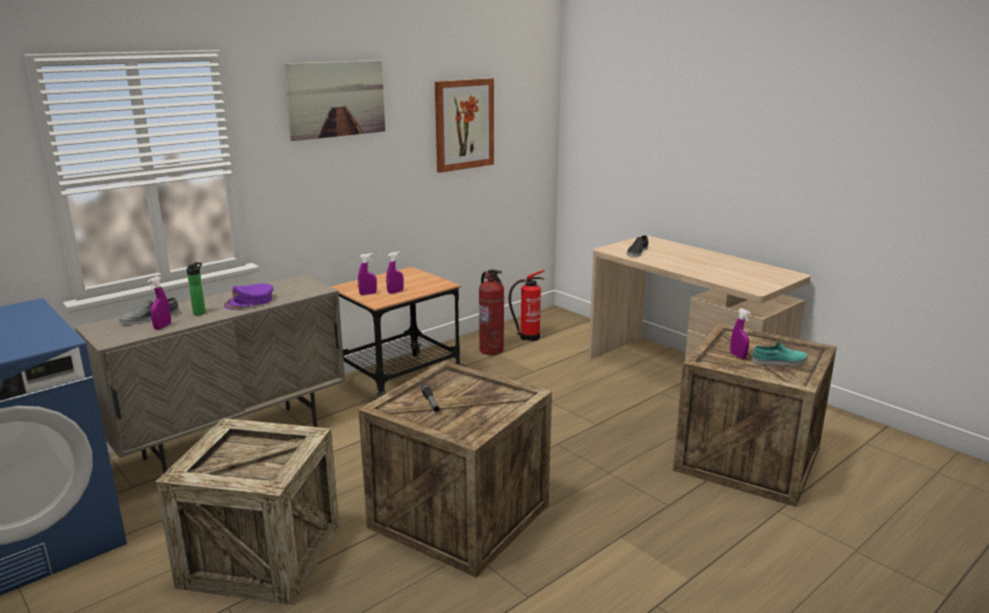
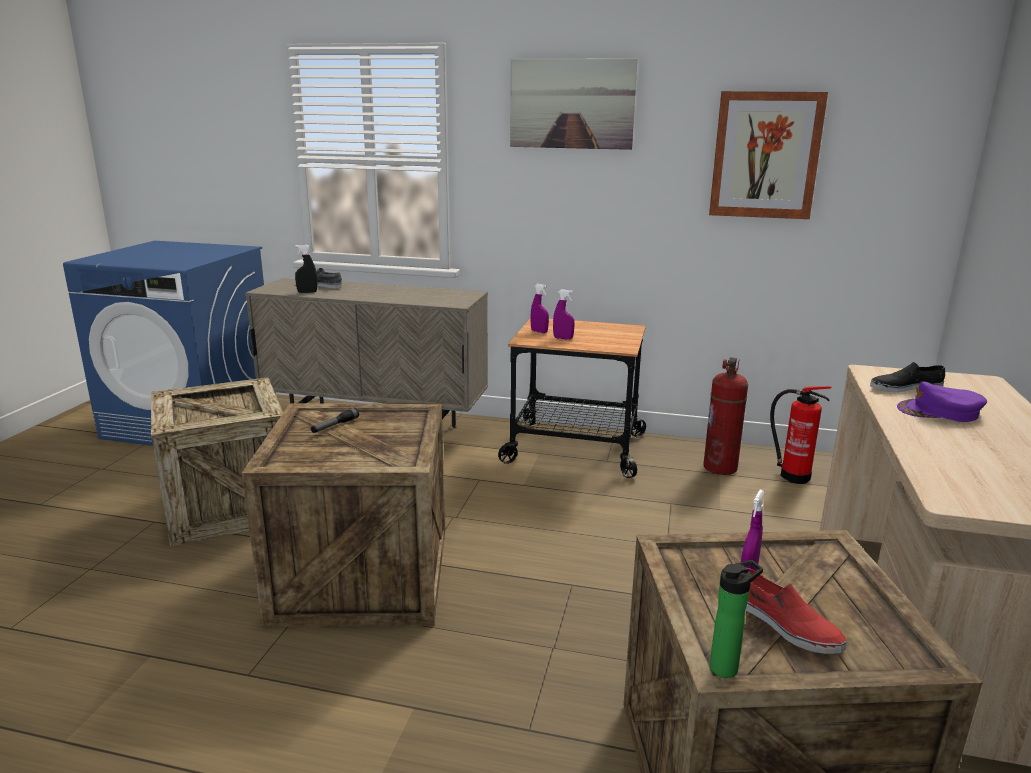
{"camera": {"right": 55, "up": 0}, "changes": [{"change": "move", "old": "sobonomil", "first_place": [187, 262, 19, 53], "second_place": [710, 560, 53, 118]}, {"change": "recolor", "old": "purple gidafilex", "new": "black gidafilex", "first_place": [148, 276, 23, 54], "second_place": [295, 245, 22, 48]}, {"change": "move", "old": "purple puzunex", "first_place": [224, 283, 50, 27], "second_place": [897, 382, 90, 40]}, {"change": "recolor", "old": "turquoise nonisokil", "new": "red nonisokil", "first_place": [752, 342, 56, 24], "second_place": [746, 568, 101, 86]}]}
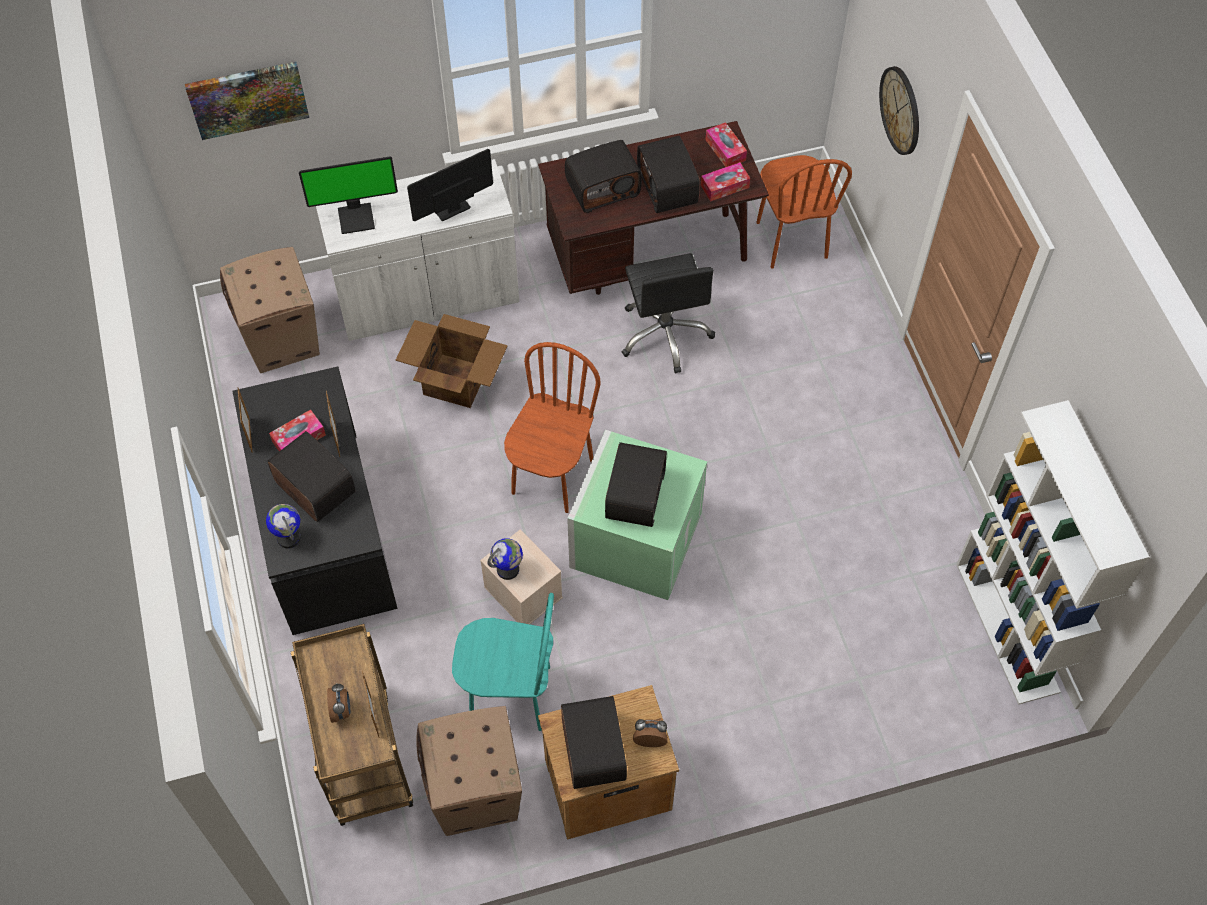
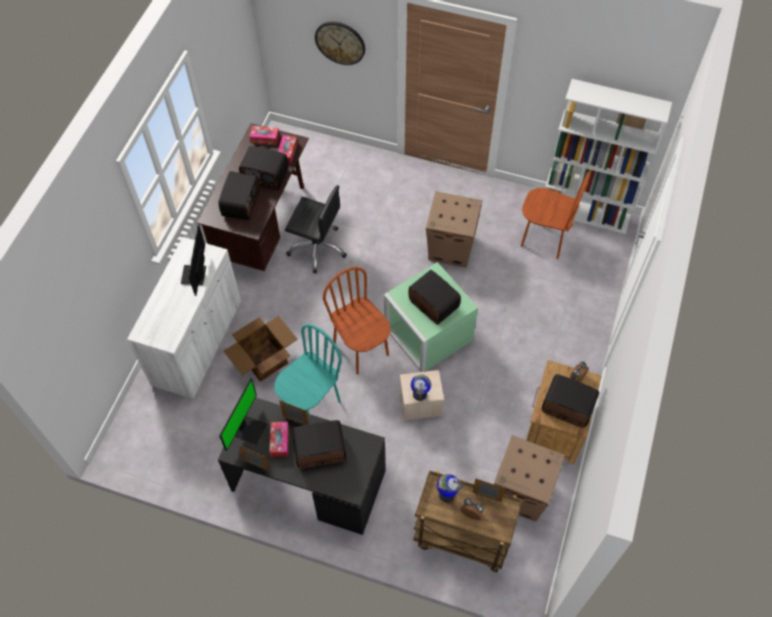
{"camera": {"right": -55, "up": 0}, "changes": [{"change": "delete", "old": "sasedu", "first_place": [185, 62, 124, 78]}, {"change": "move", "old": "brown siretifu", "first_place": [756, 155, 96, 114], "second_place": [521, 172, 69, 87]}, {"change": "move", "old": "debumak", "first_place": [299, 156, 99, 78], "second_place": [220, 379, 47, 72]}, {"change": "move", "old": "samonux", "first_place": [220, 247, 100, 126], "second_place": [426, 191, 56, 76]}, {"change": "move", "old": "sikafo", "first_place": [266, 504, 35, 44], "second_place": [437, 474, 26, 28]}, {"change": "move", "old": "turquoise siretifu", "first_place": [452, 593, 102, 138], "second_place": [274, 324, 68, 90]}]}
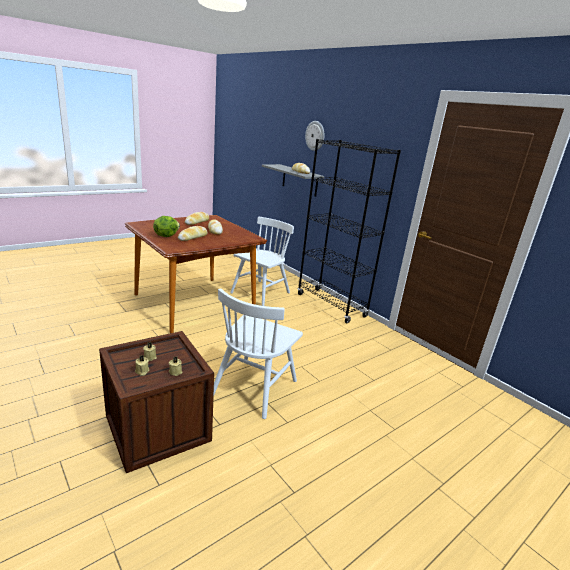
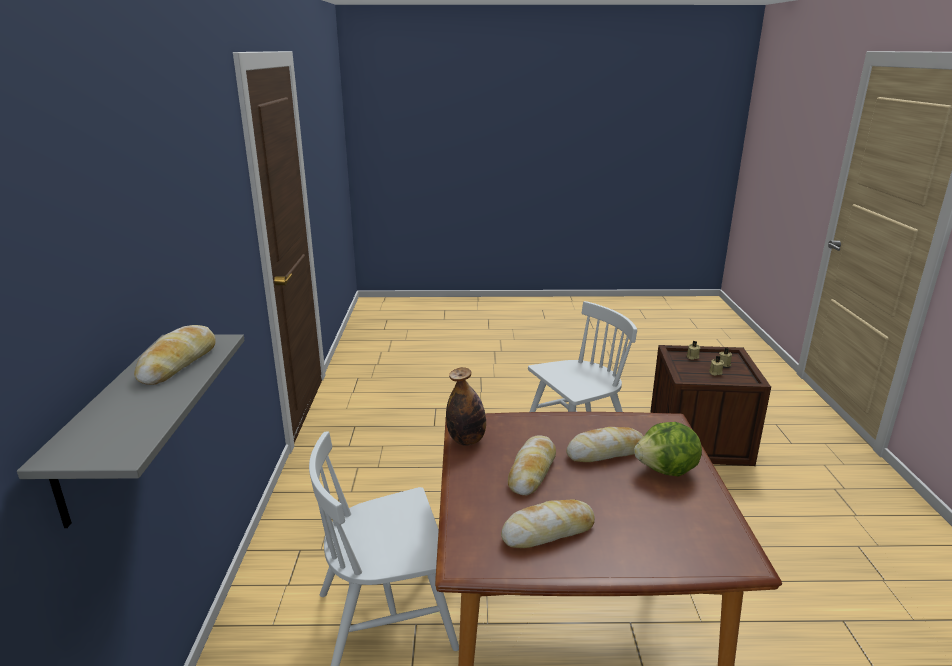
{"camera": {"right": -140, "up": 0}, "changes": [{"change": "delete", "old": "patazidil", "first_place": [305, 121, 19, 30]}, {"change": "delete", "old": "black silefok", "first_place": [298, 139, 103, 184]}, {"change": "insert", "new": "sobonomil", "second_place": [446, 367, 40, 79]}]}
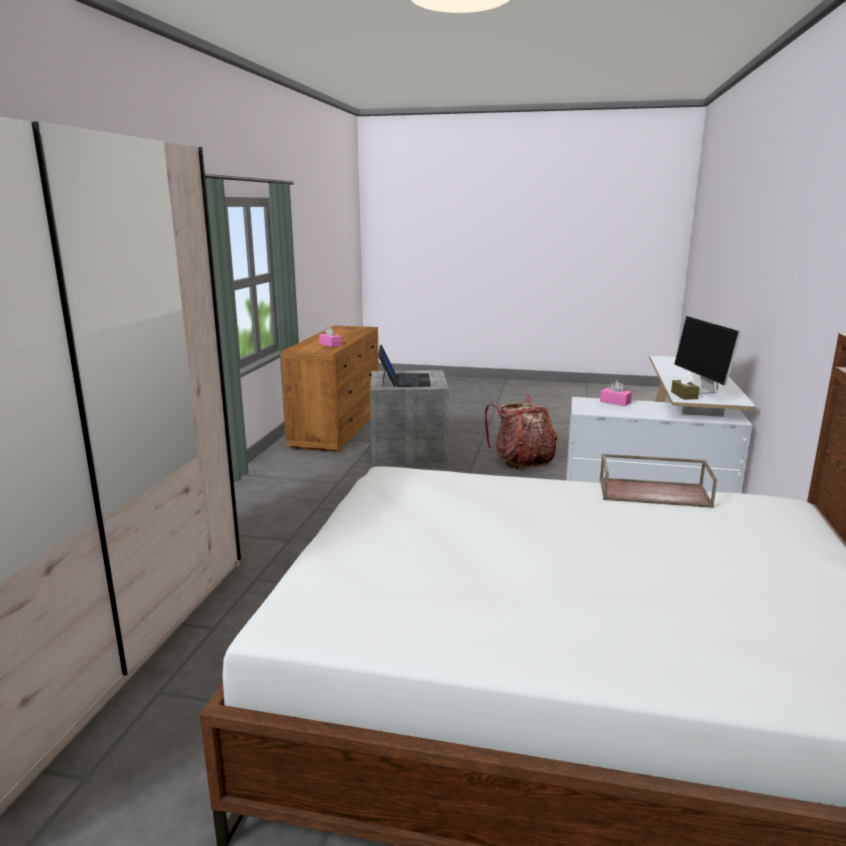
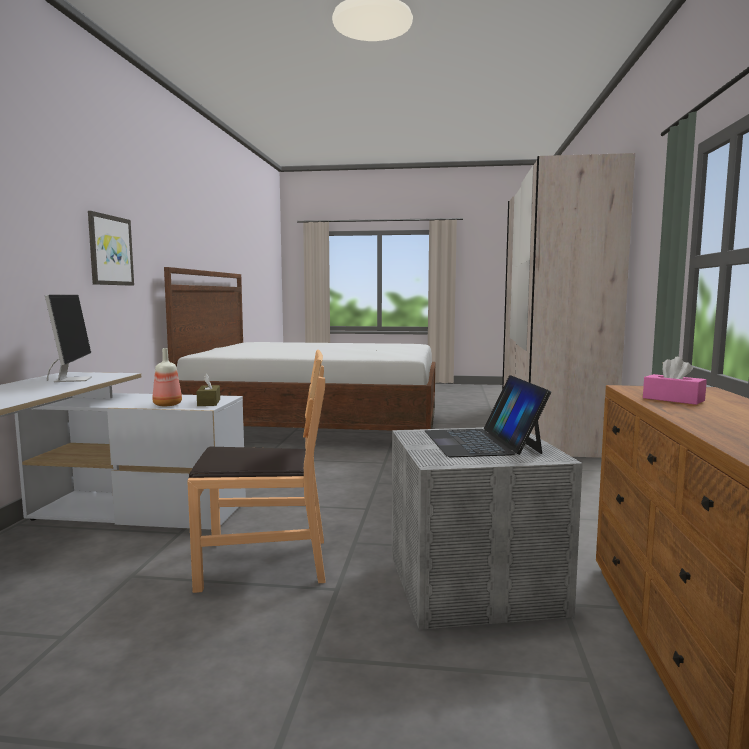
{"camera": {"right": 175, "up": -10}, "changes": [{"change": "move", "old": "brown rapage", "first_place": [671, 372, 28, 28], "second_place": [196, 374, 24, 32]}, {"change": "replace", "old": "pink rapage", "new": "sobonomil", "first_place": [600, 380, 32, 26], "second_place": [152, 348, 30, 58]}, {"change": "replace", "old": "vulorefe", "new": "brown siretifu", "first_place": [485, 395, 72, 75], "second_place": [187, 350, 138, 243]}, {"change": "delete", "old": "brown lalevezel", "first_place": [599, 454, 118, 54]}, {"change": "insert", "new": "sasedu", "second_place": [88, 211, 46, 75]}]}
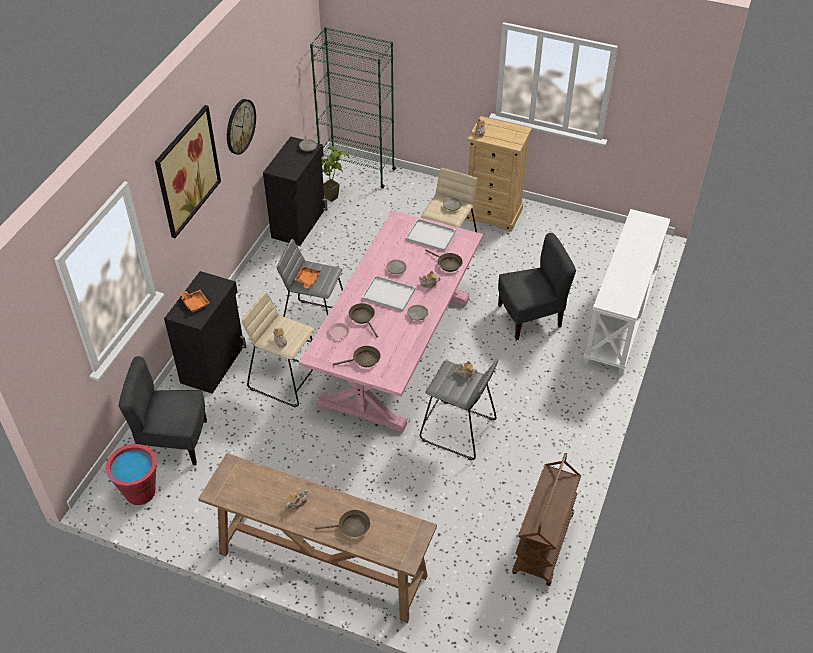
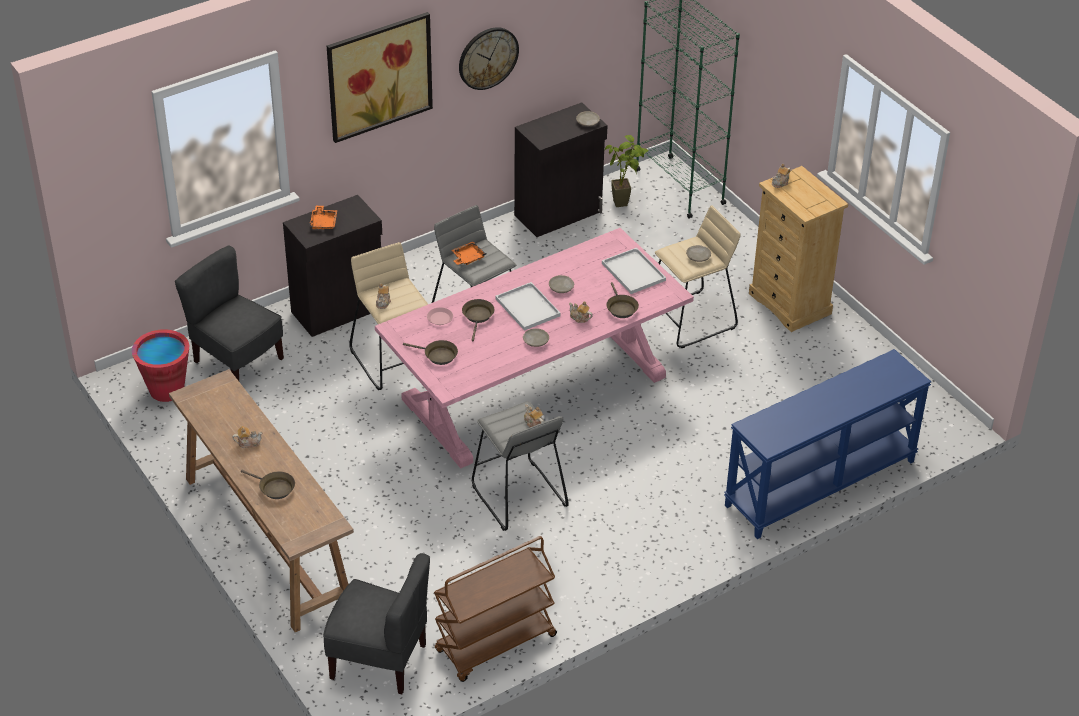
{"camera": {"right": 35, "up": -5}, "changes": [{"change": "recolor", "old": "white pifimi", "new": "blue pifimi", "first_place": [583, 209, 87, 166], "second_place": [724, 349, 207, 190]}, {"change": "move", "old": "grey siretifu", "first_place": [498, 233, 78, 107], "second_place": [323, 553, 107, 141]}]}
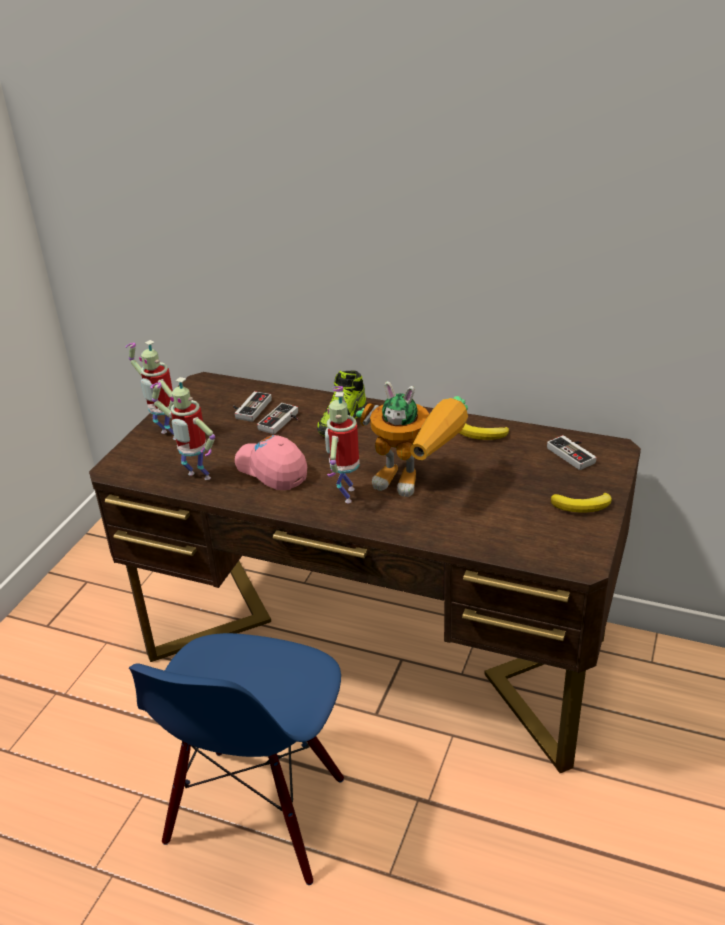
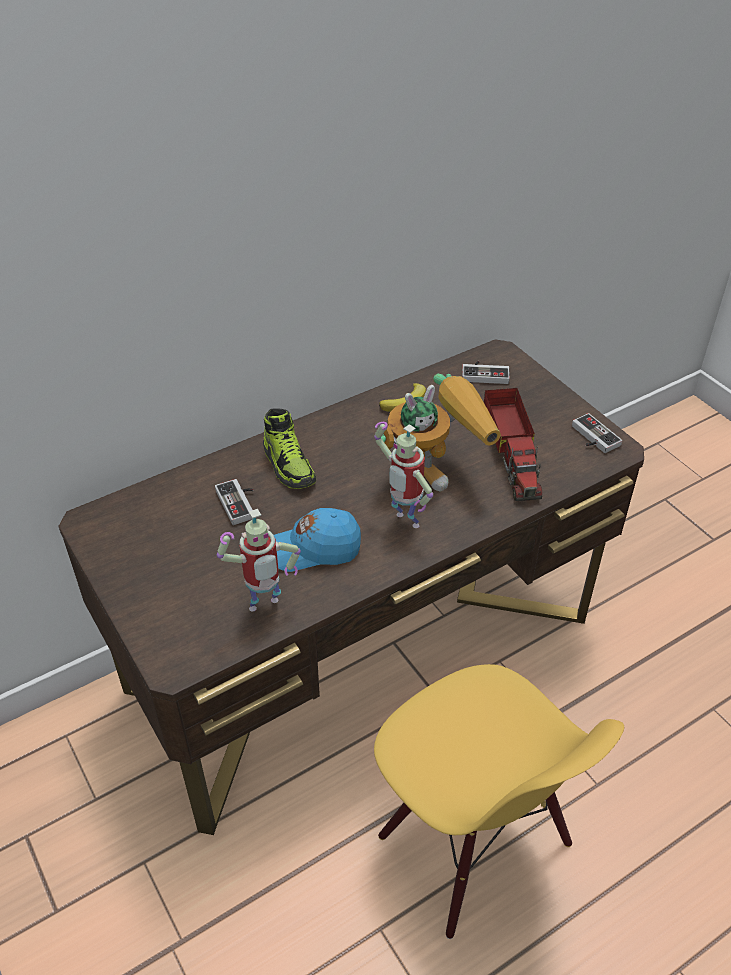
{"camera": {"right": -55, "up": 10}, "changes": [{"change": "delete", "old": "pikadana", "first_place": [125, 340, 51, 100]}, {"change": "move", "old": "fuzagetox", "first_place": [233, 391, 39, 31], "second_place": [572, 413, 50, 40]}, {"change": "recolor", "old": "pink puzunex", "new": "blue puzunex", "first_place": [235, 435, 72, 55], "second_place": [274, 508, 87, 64]}, {"change": "delete", "old": "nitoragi", "first_place": [551, 493, 61, 20]}, {"change": "recolor", "old": "blue siretifu", "new": "yellow siretifu", "first_place": [129, 633, 215, 252], "second_place": [374, 664, 250, 275]}, {"change": "insert", "new": "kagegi", "second_place": [484, 388, 58, 113]}]}
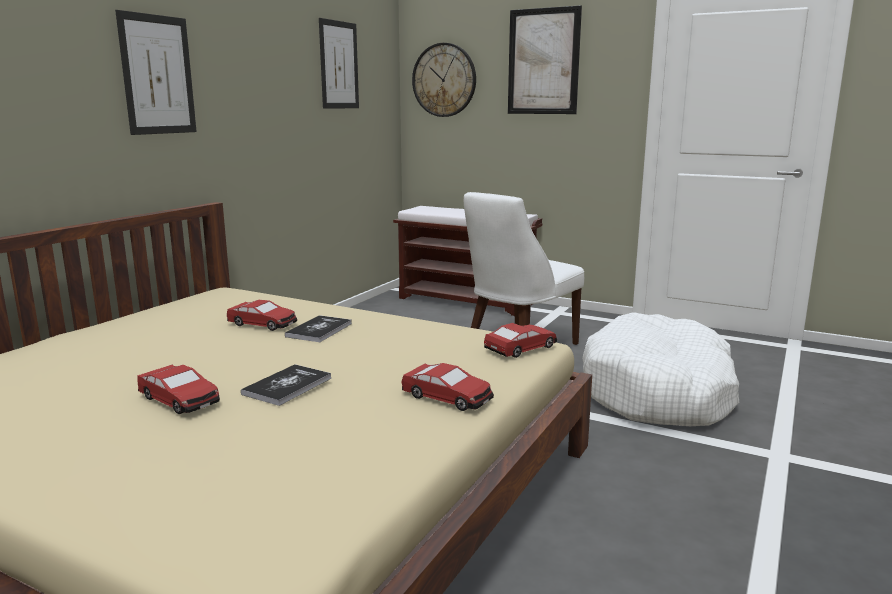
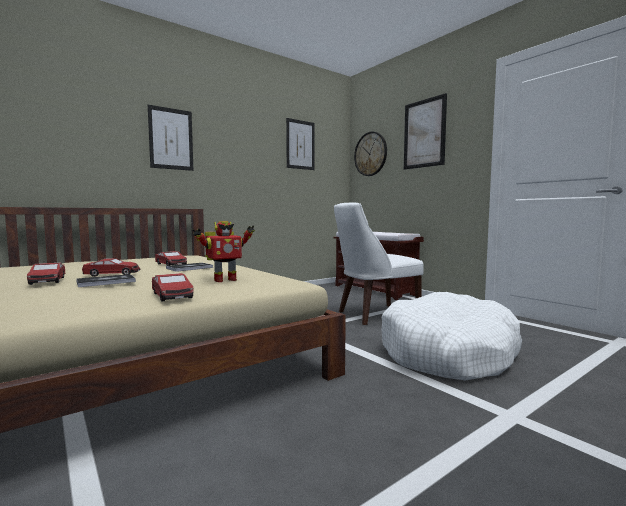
{"camera": {"right": 25, "up": -10}, "changes": [{"change": "move", "old": "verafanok", "first_place": [484, 323, 73, 35], "second_place": [82, 258, 58, 19]}, {"change": "insert", "new": "pikadana", "second_place": [193, 221, 62, 61]}]}
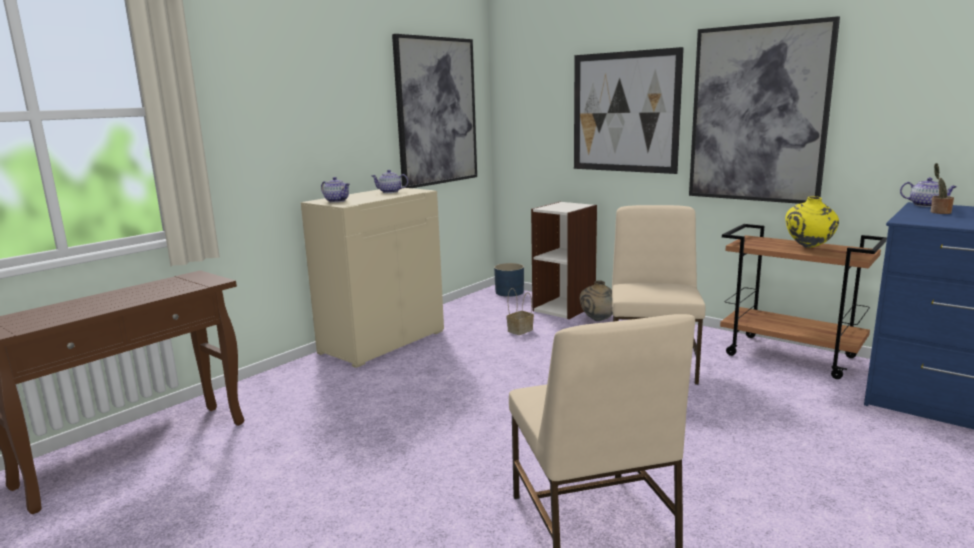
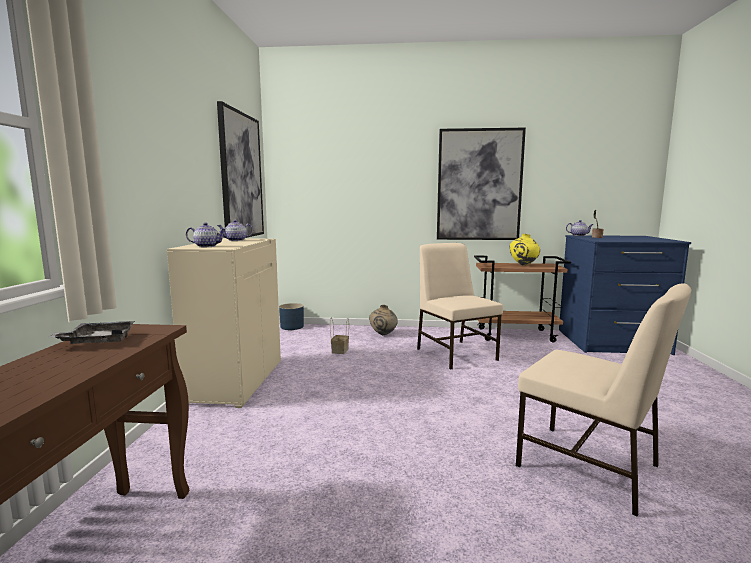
{"camera": {"right": -35, "up": -5}, "changes": [{"change": "delete", "old": "sasedu", "first_place": [574, 47, 110, 127]}, {"change": "delete", "old": "silefok", "first_place": [531, 202, 66, 117]}, {"change": "insert", "new": "grey lalevezel", "second_place": [49, 321, 86, 23]}]}
